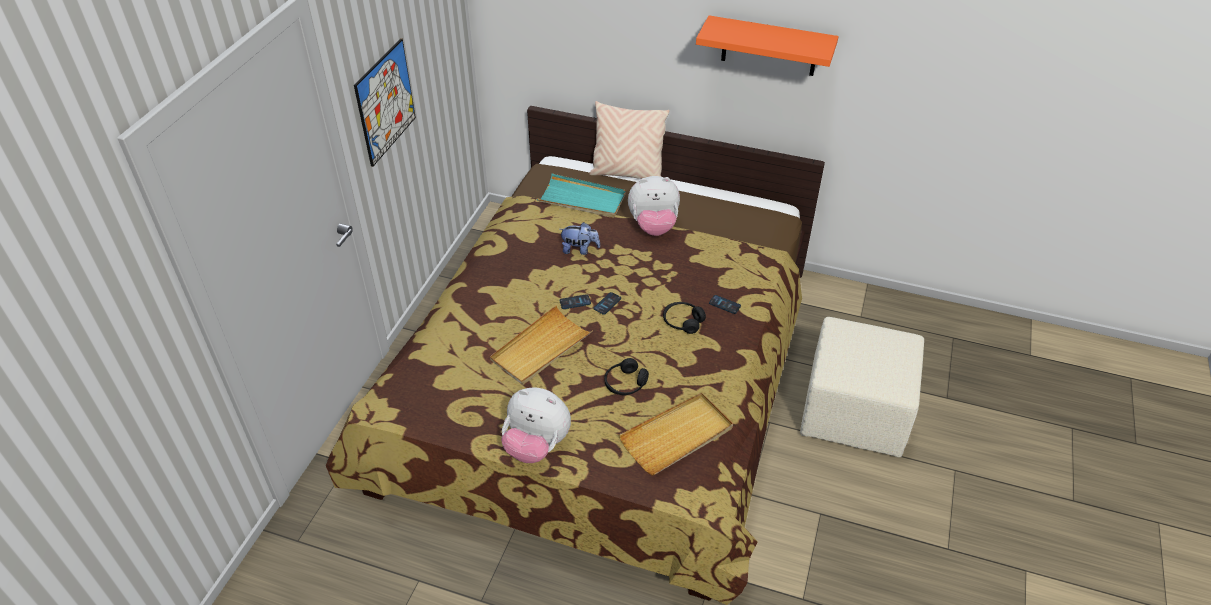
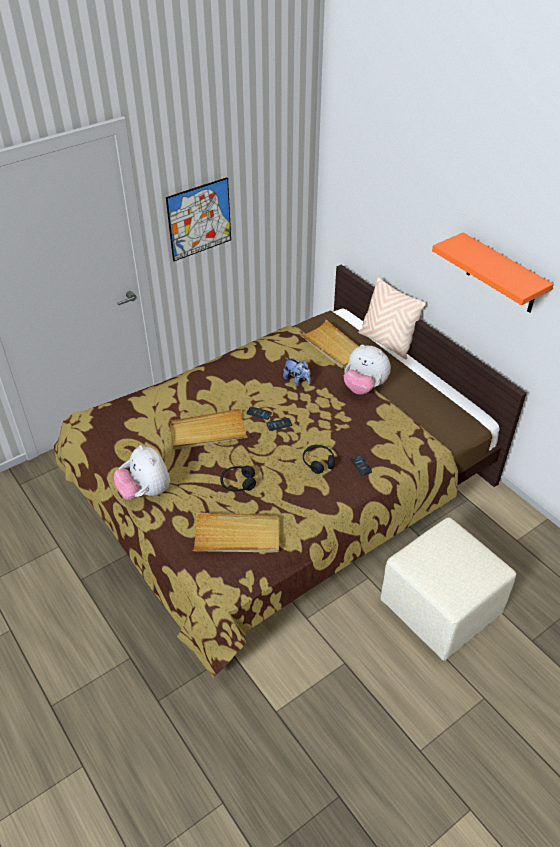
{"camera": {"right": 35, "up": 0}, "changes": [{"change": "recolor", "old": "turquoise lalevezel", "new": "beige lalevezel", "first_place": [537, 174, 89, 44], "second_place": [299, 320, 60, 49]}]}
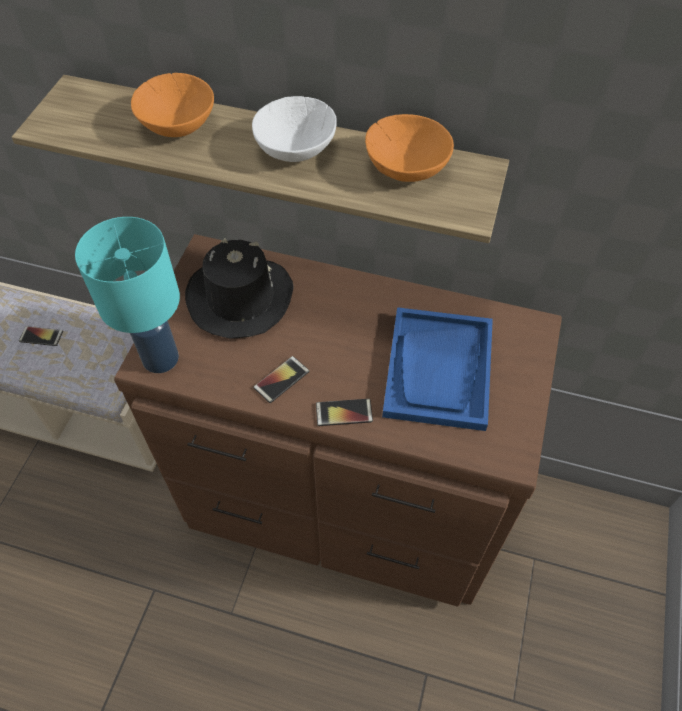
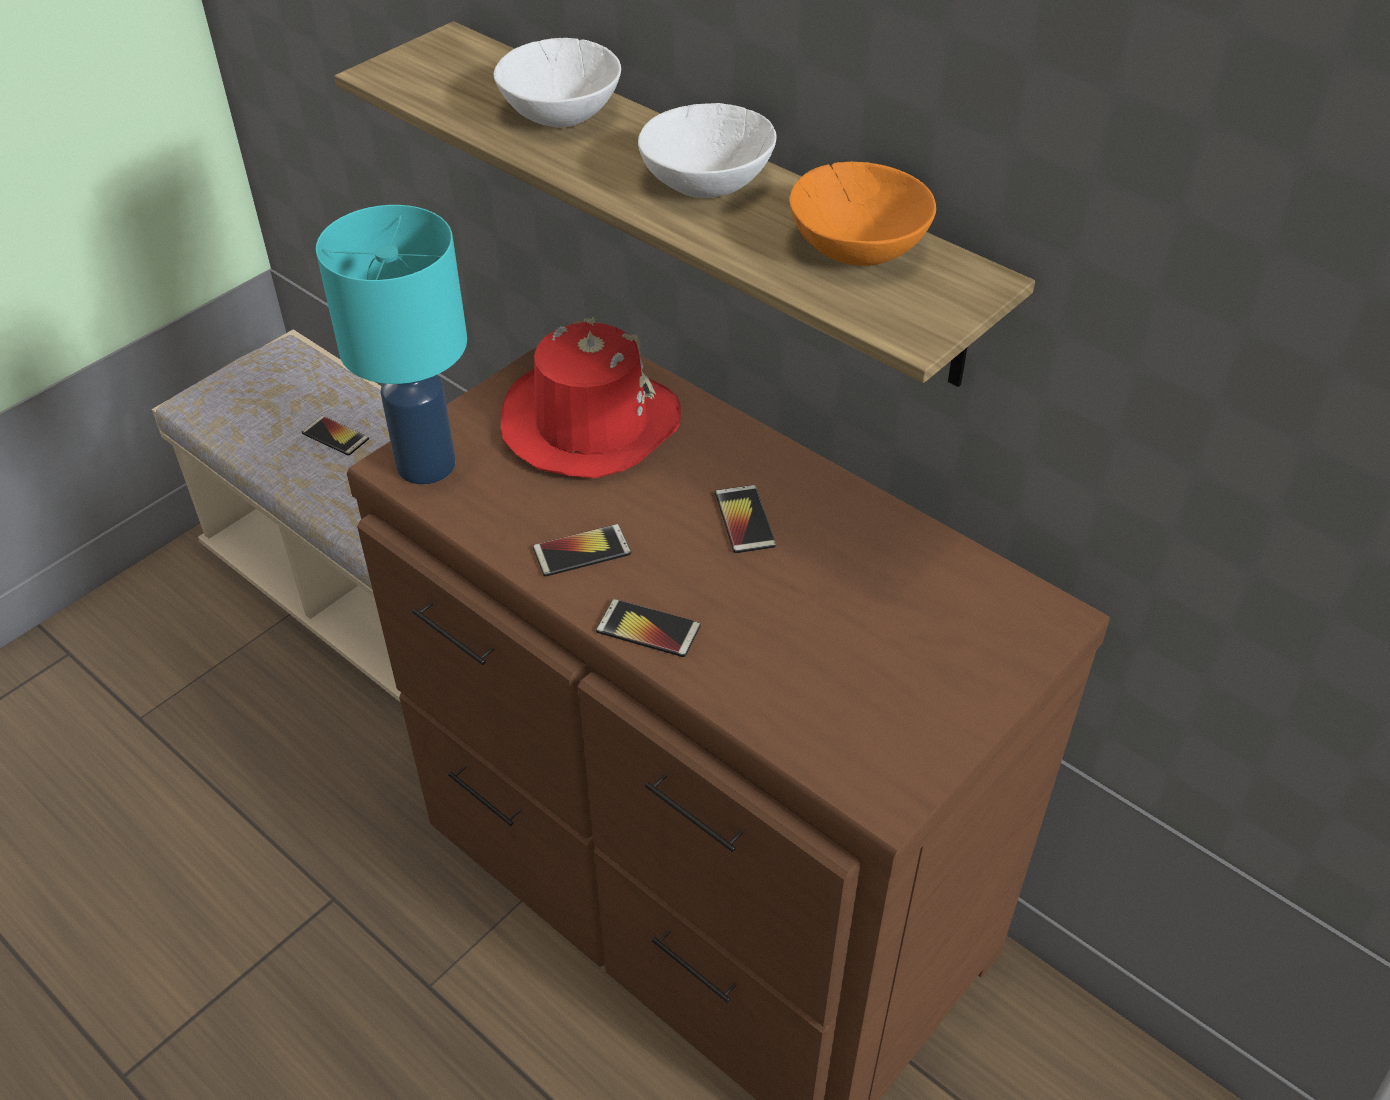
{"camera": {"right": 25, "up": -10}, "changes": [{"change": "recolor", "old": "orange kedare", "new": "white kedare", "first_place": [131, 73, 83, 64], "second_place": [494, 38, 127, 89]}, {"change": "recolor", "old": "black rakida", "new": "red rakida", "first_place": [185, 238, 109, 101], "second_place": [501, 317, 180, 161]}, {"change": "delete", "old": "blue lalevezel", "first_place": [382, 307, 111, 124]}, {"change": "insert", "new": "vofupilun", "second_place": [715, 485, 61, 68]}]}
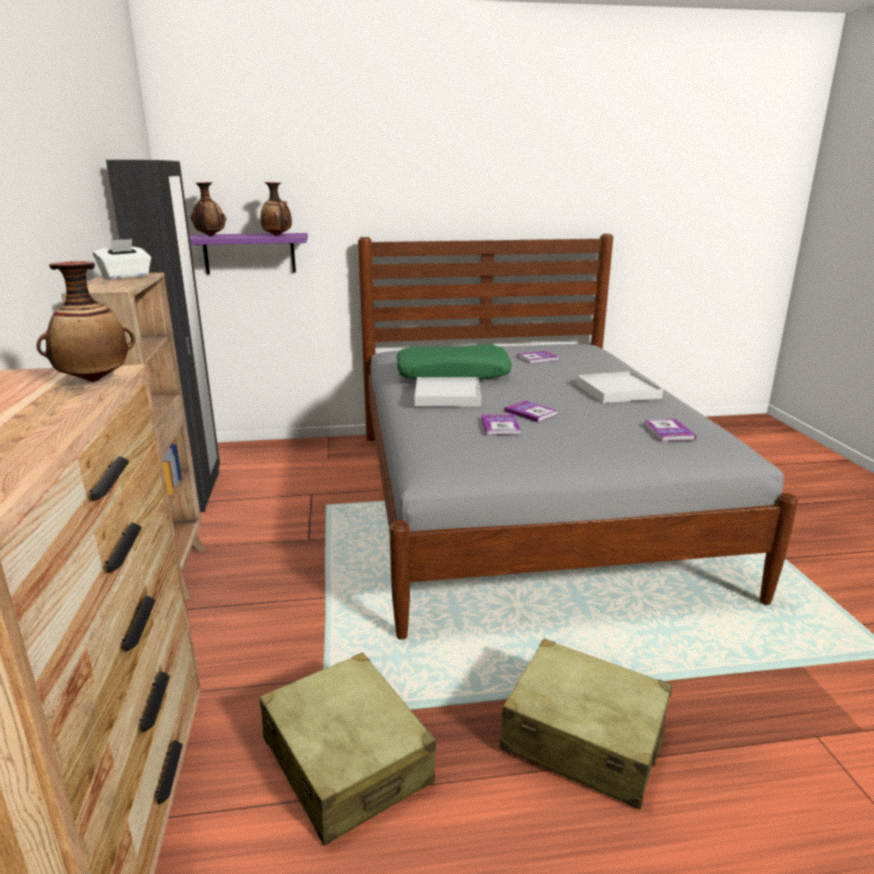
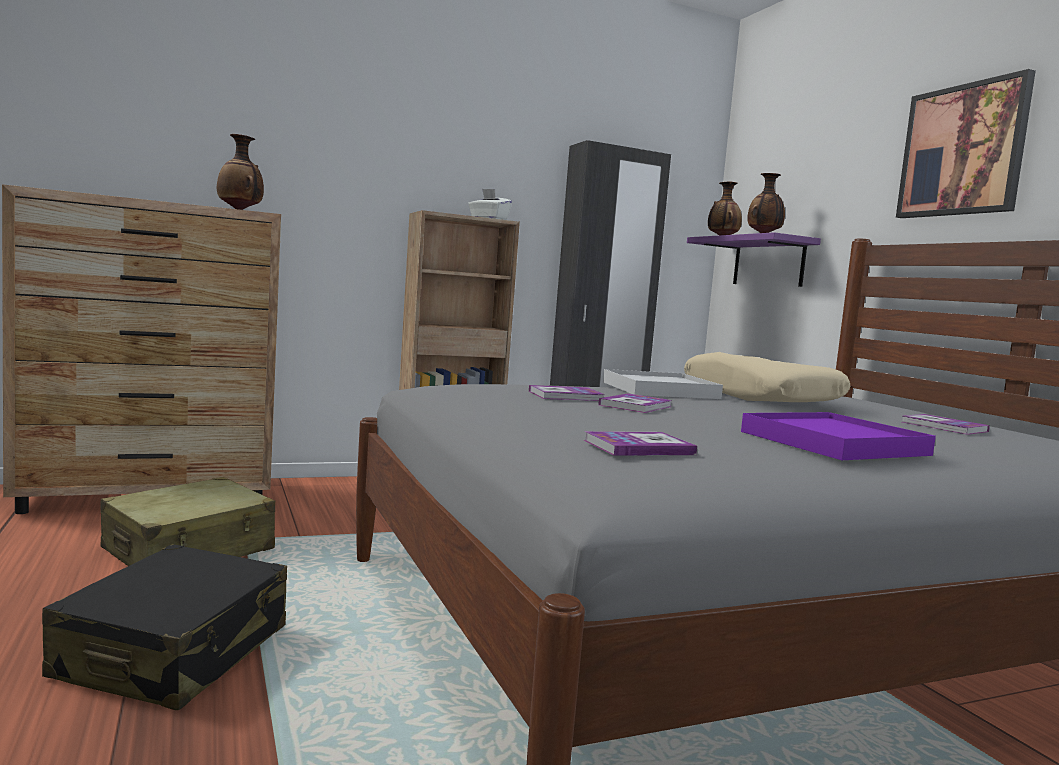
{"camera": {"right": 75, "up": -15}, "changes": [{"change": "recolor", "old": "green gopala", "new": "beige gopala", "first_place": [397, 344, 114, 36], "second_place": [684, 352, 166, 50]}, {"change": "recolor", "old": "white lalevezel", "new": "purple lalevezel", "first_place": [576, 371, 87, 32], "second_place": [741, 412, 195, 48]}, {"change": "recolor", "old": "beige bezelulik", "new": "black bezelulik", "first_place": [499, 638, 173, 172], "second_place": [42, 544, 245, 166]}, {"change": "insert", "new": "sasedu", "second_place": [896, 69, 140, 149]}]}
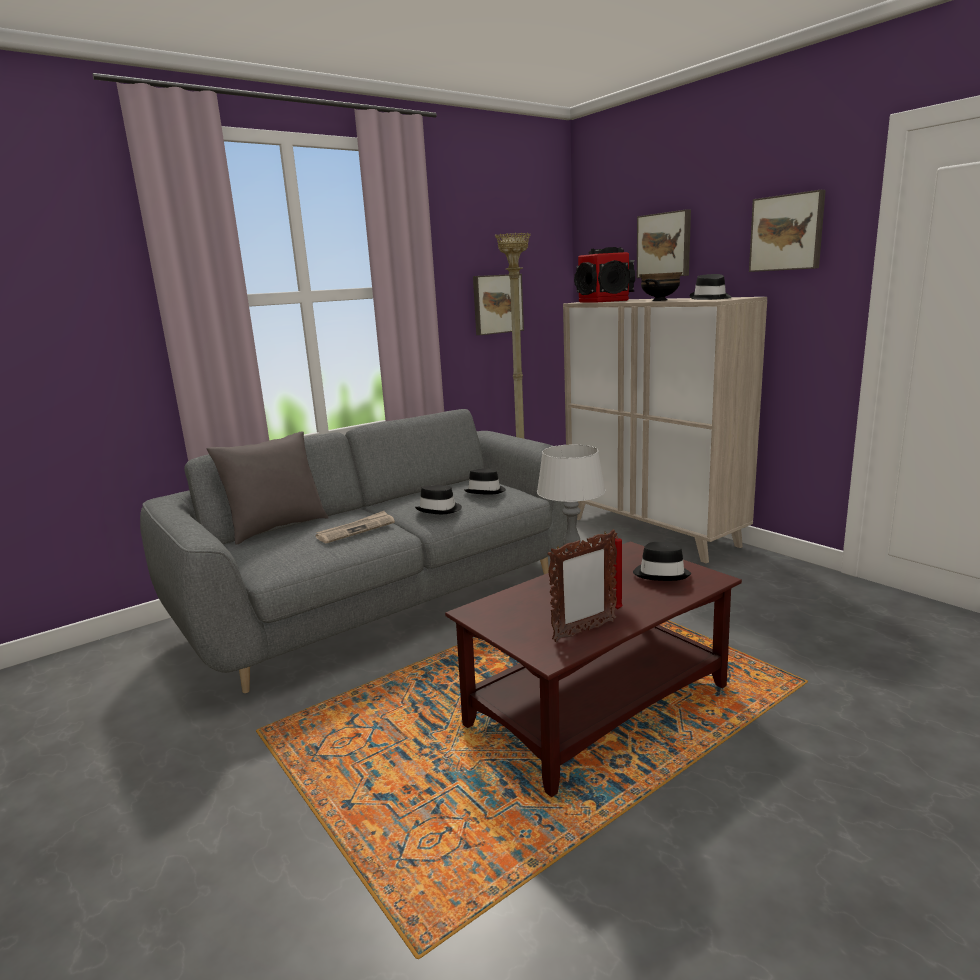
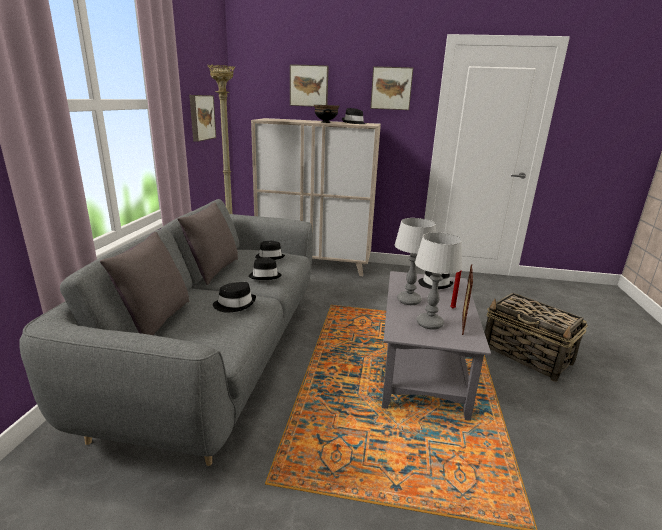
{"camera": {"right": -45, "up": 5}, "changes": [{"change": "delete", "old": "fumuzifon", "first_place": [574, 247, 61, 55]}, {"change": "replace", "old": "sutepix", "new": "black rakida", "first_place": [315, 511, 80, 33], "second_place": [213, 282, 43, 31]}, {"change": "recolor", "old": "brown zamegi", "new": "grey zamegi", "first_place": [445, 541, 297, 256], "second_place": [382, 271, 109, 150]}, {"change": "insert", "new": "grey gopala", "second_place": [177, 202, 61, 83]}, {"change": "insert", "new": "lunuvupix", "second_place": [415, 232, 47, 98]}, {"change": "insert", "new": "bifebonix", "second_place": [485, 293, 103, 89]}]}
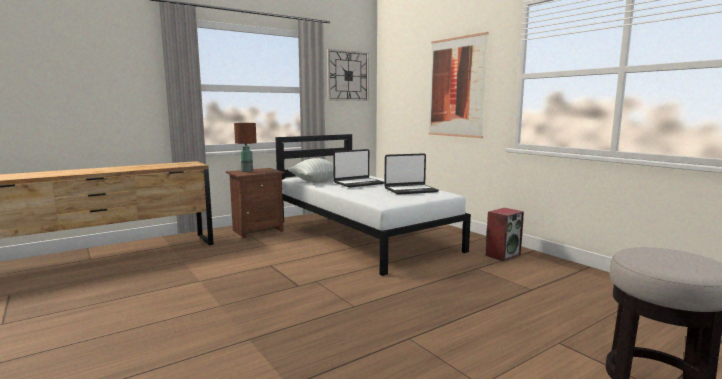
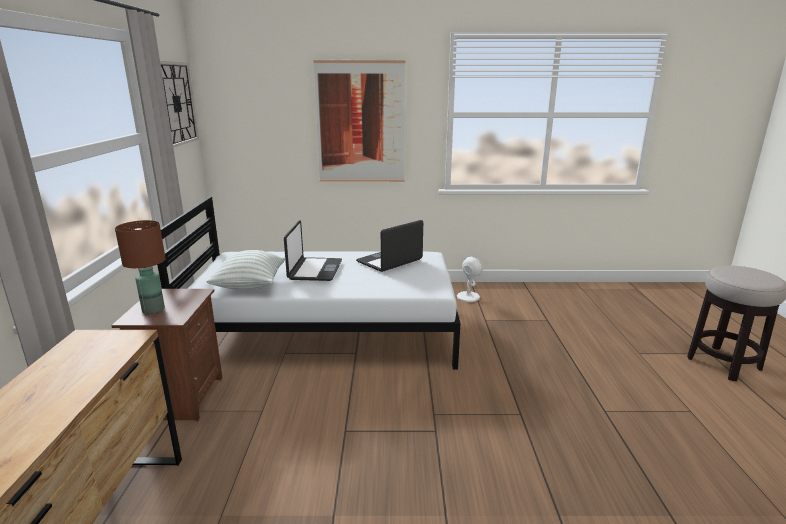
{"camera": {"right": -55, "up": 10}, "changes": [{"change": "rotate", "old": "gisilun", "first_place": [385, 153, 54, 42], "second_place": [356, 220, 67, 52], "degrees": -150}, {"change": "replace", "old": "fumuzifon", "new": "white lunuvupix", "first_place": [485, 208, 39, 54], "second_place": [457, 256, 26, 46]}]}
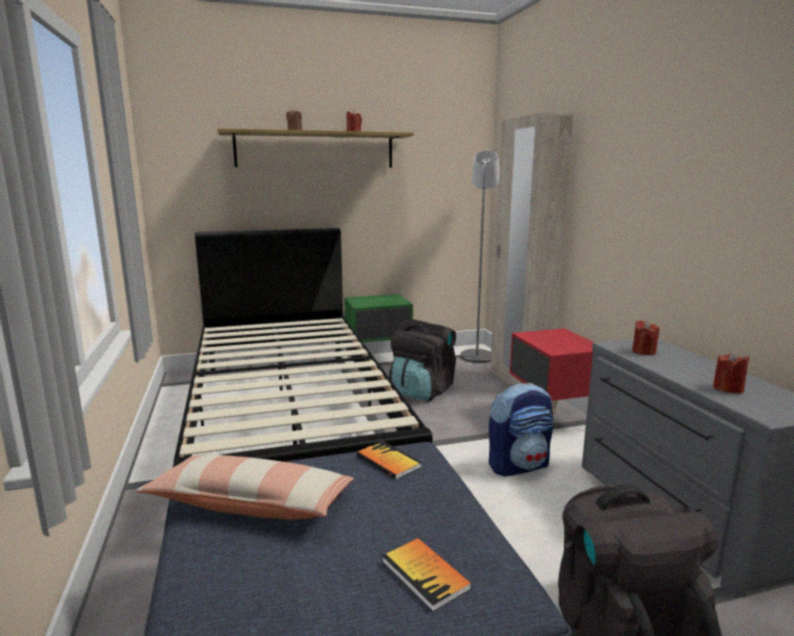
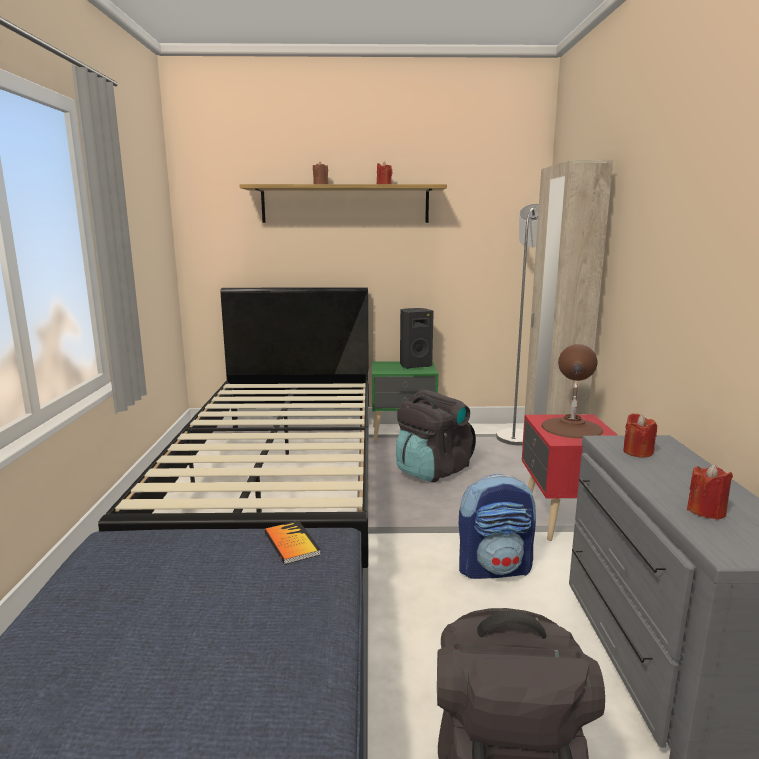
{"camera": {"right": 15, "up": 0}, "changes": [{"change": "delete", "old": "gopala", "first_place": [135, 455, 218, 65]}, {"change": "delete", "old": "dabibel", "first_place": [382, 538, 90, 74]}, {"change": "insert", "new": "black fumuzifon", "second_place": [400, 308, 34, 61]}, {"change": "insert", "new": "brown lunuvupix", "second_place": [541, 344, 62, 95]}]}
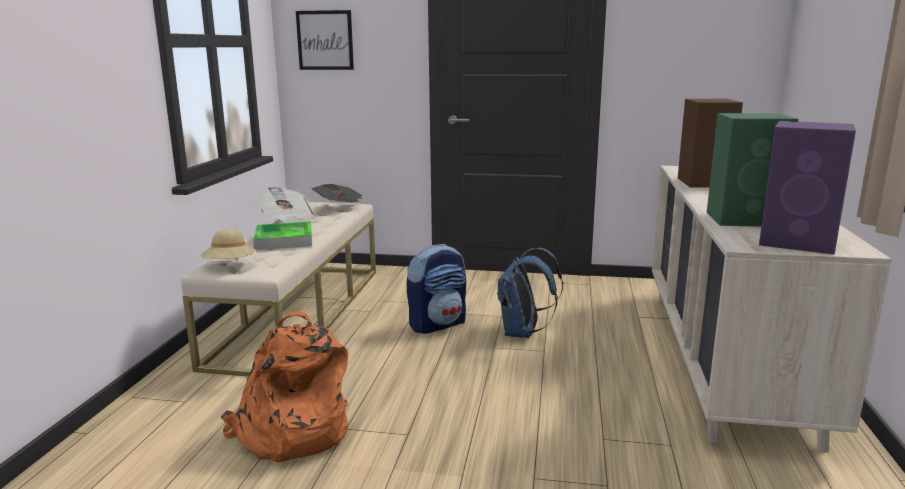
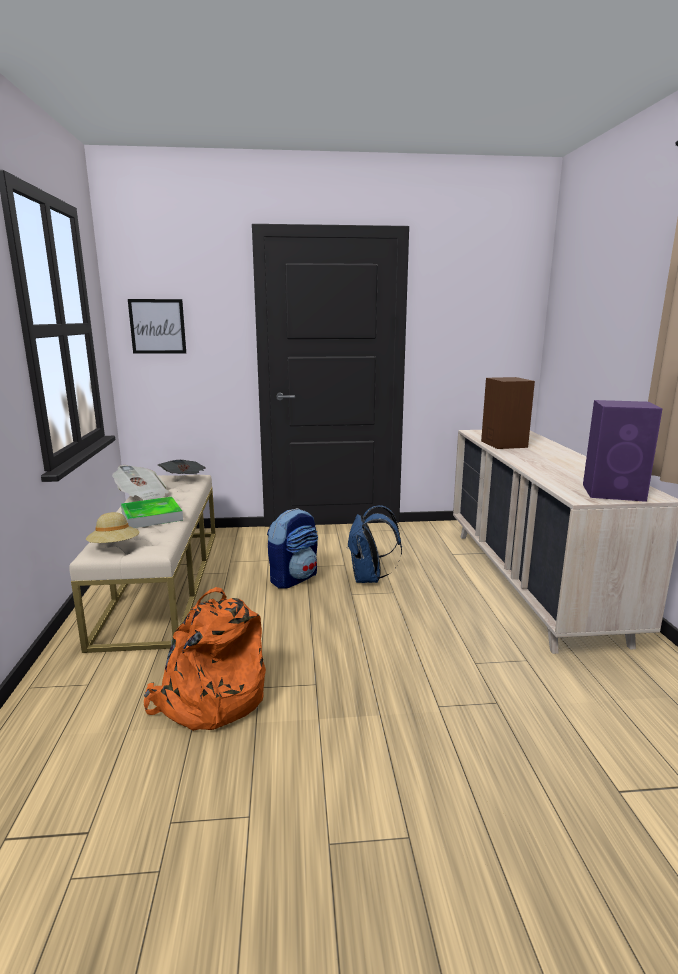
{"camera": {"right": -15, "up": 0}, "changes": [{"change": "delete", "old": "green fumuzifon", "first_place": [707, 113, 91, 114]}]}
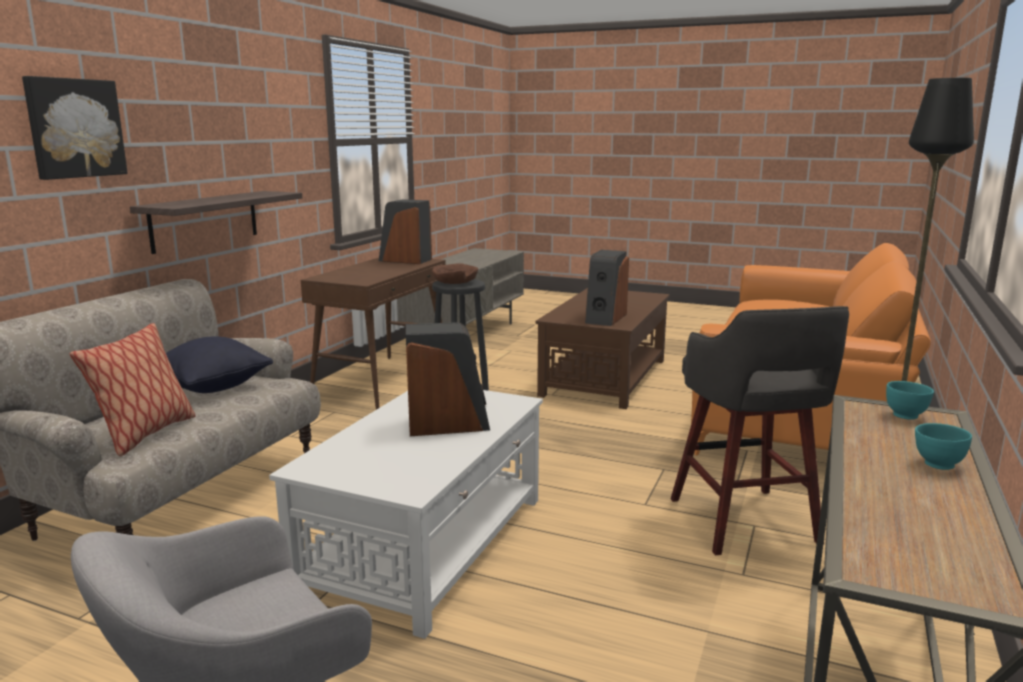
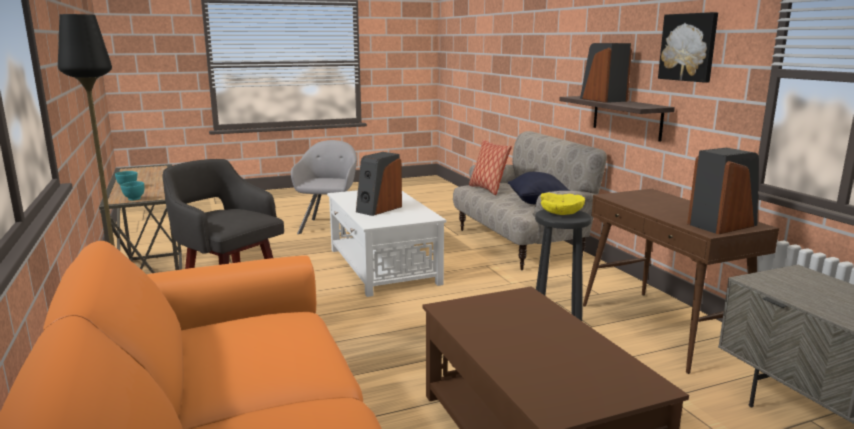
{"camera": {"right": 135, "up": 0}, "changes": [{"change": "move", "old": "sasedu", "first_place": [22, 76, 106, 104], "second_place": [658, 12, 60, 71]}, {"change": "move", "old": "fumuzifon", "first_place": [585, 250, 44, 76], "second_place": [580, 43, 52, 60]}, {"change": "recolor", "old": "brown kedare", "new": "yellow kedare", "first_place": [432, 263, 46, 21], "second_place": [541, 193, 44, 22]}]}
